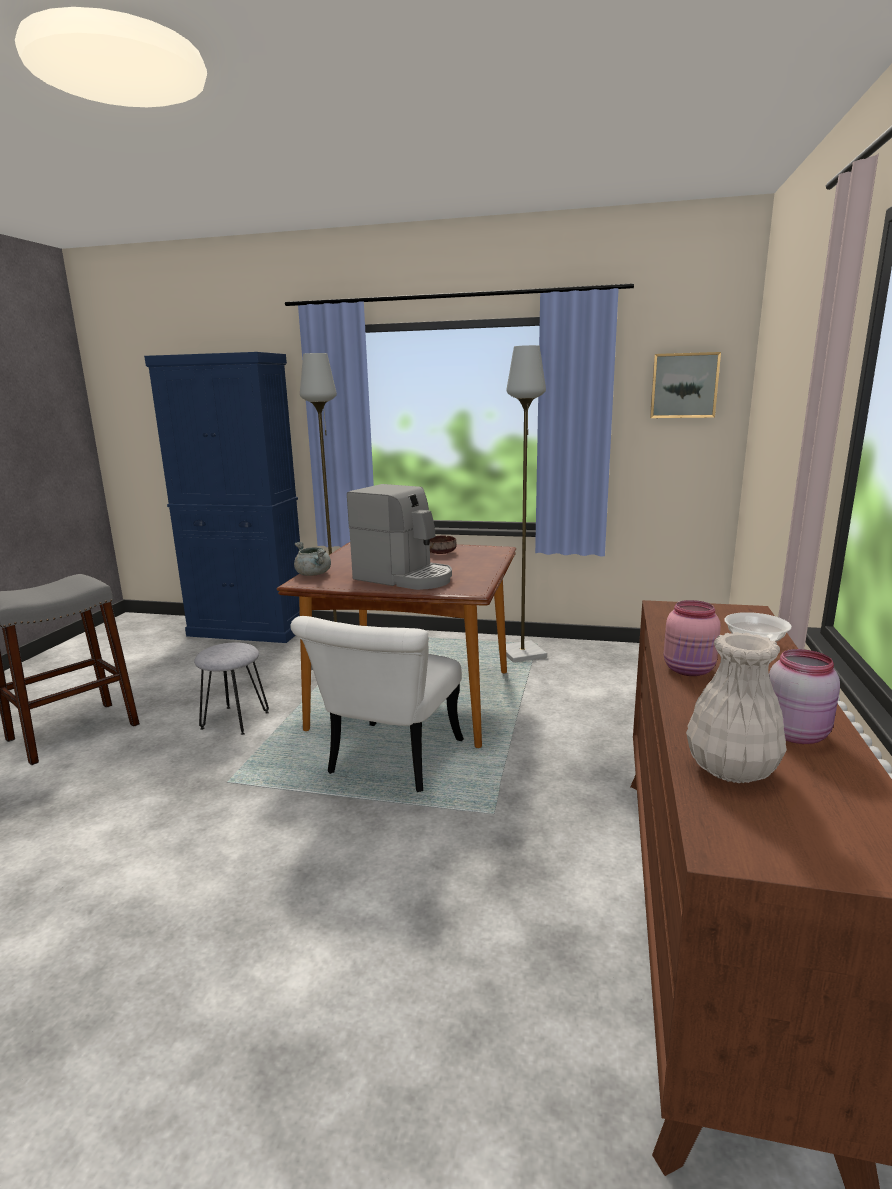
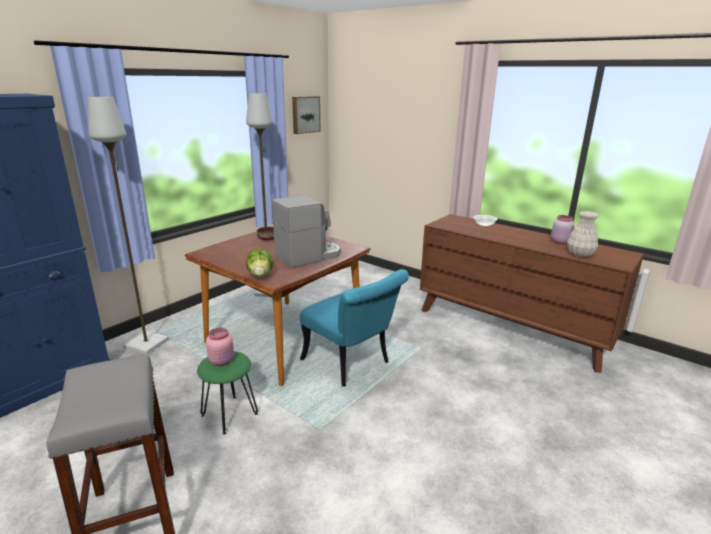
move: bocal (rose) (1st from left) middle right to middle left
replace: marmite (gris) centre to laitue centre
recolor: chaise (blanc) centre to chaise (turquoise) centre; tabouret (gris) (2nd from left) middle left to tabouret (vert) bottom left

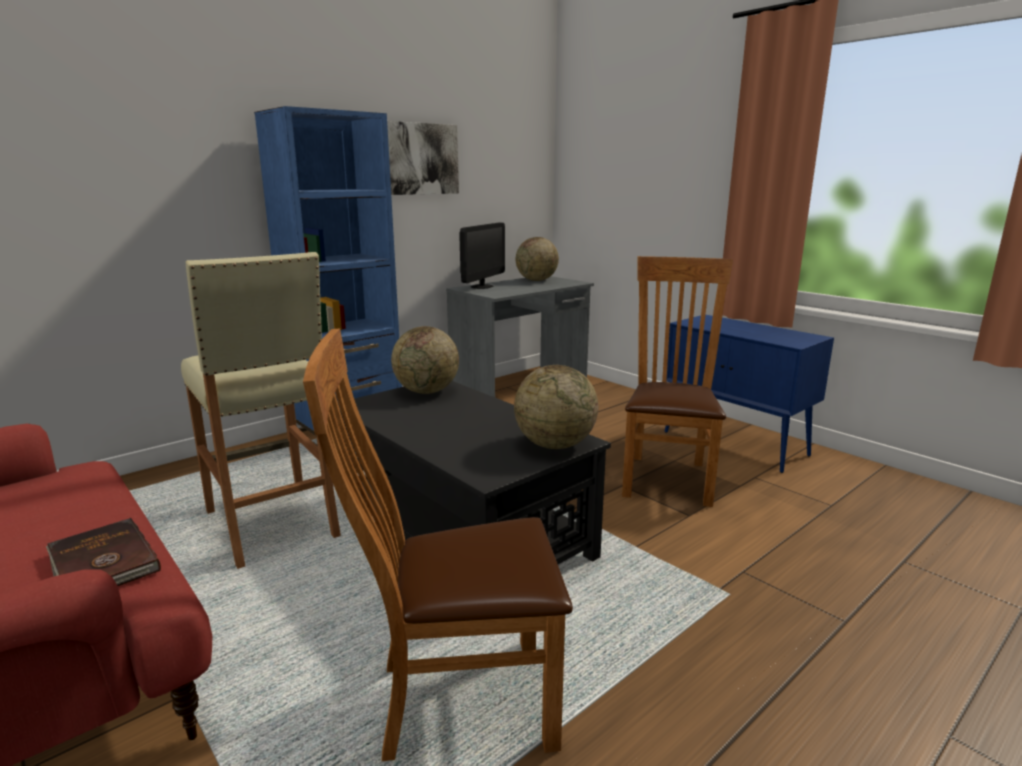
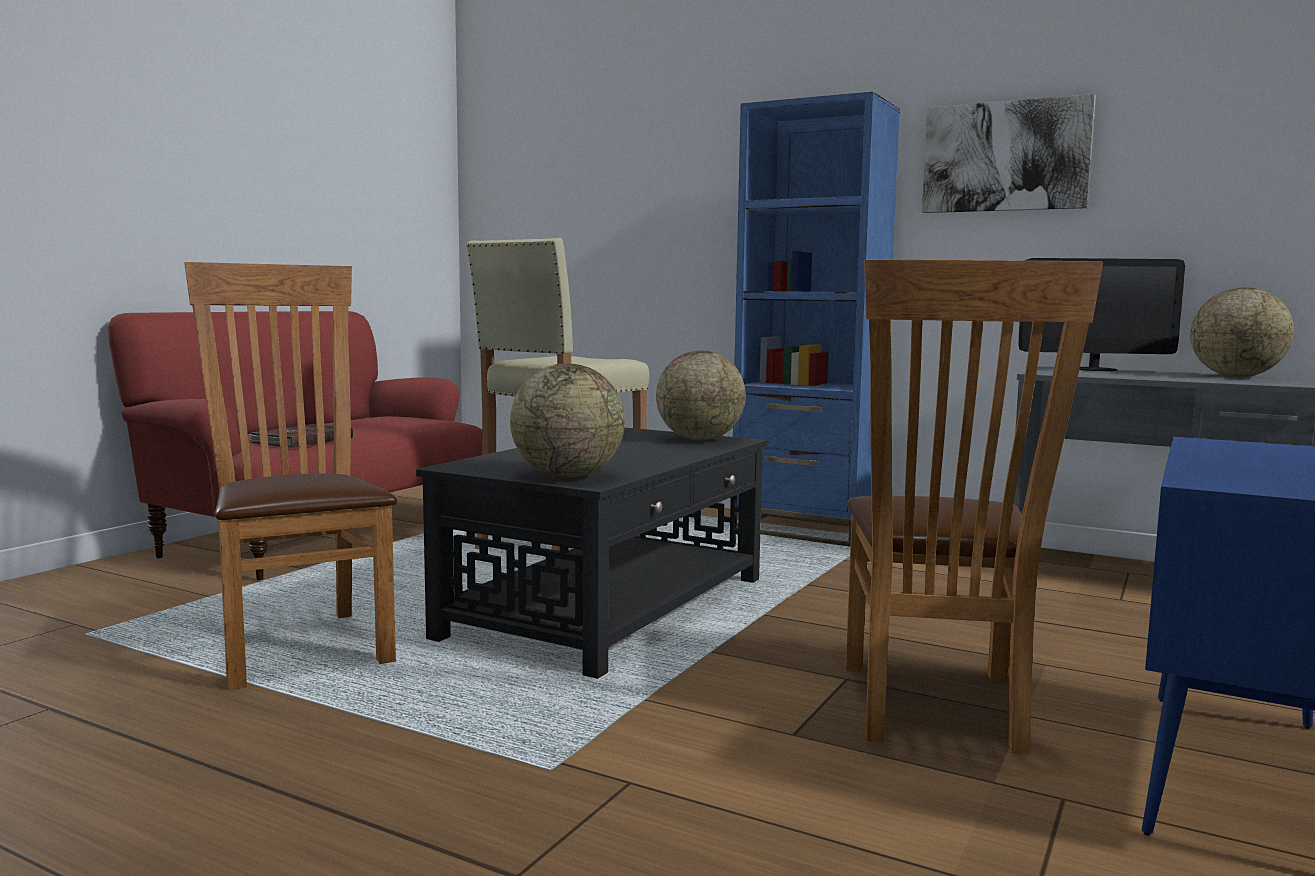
rotate: chaise (marron) (2nd from left) centre = middle right 105 degrees clockwise

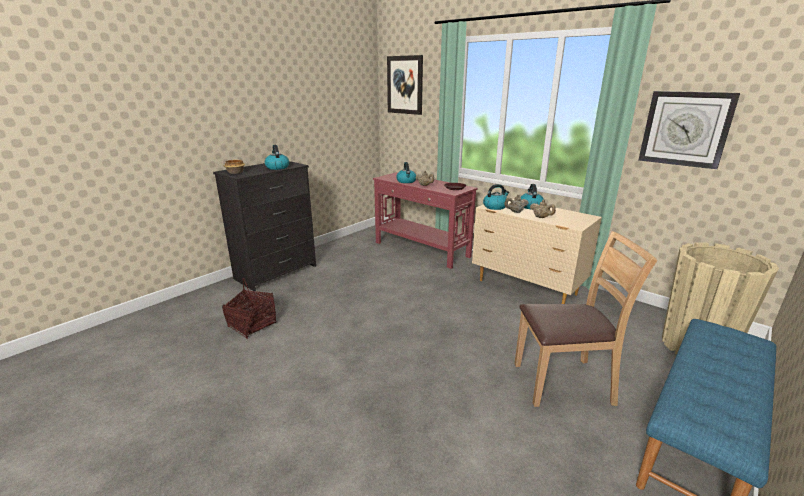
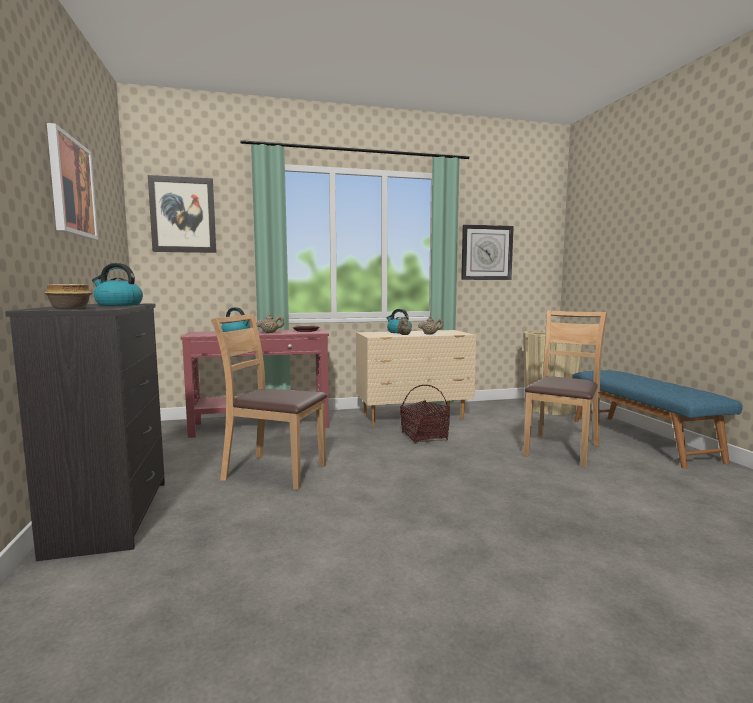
delete: bouilloire (3rd from left) centre
insert: tableau (1st from left) top left; chaise (marron) (1st from left) centre
move: panier middle left to centre

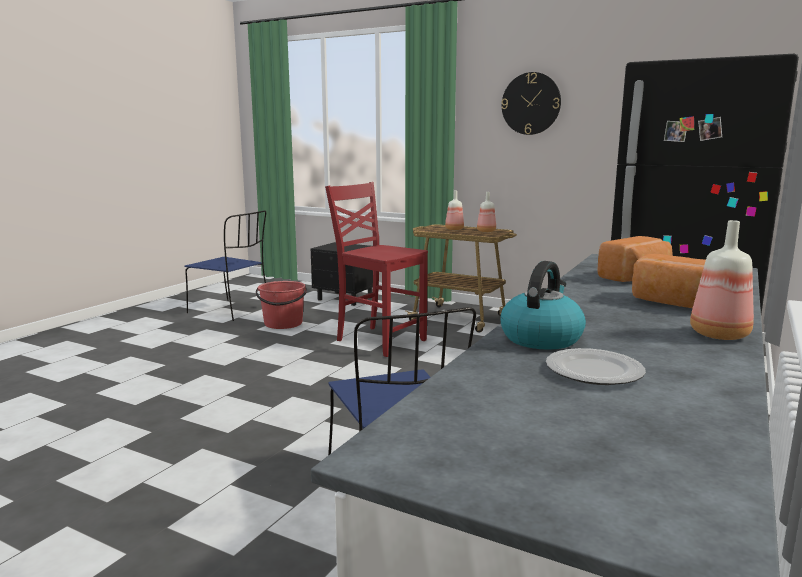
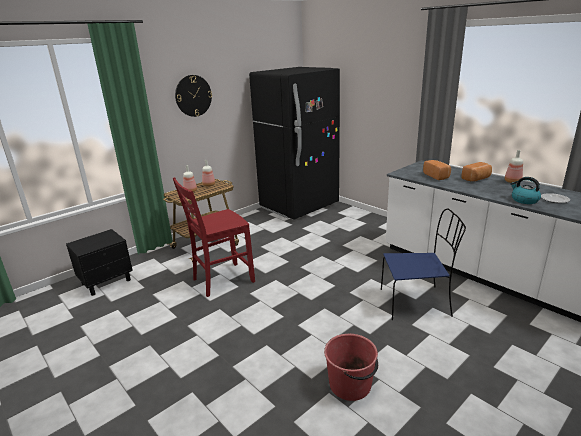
delete: chaise (bleu) (1st from left) middle left
move: seau (rouge) centre to bottom centre

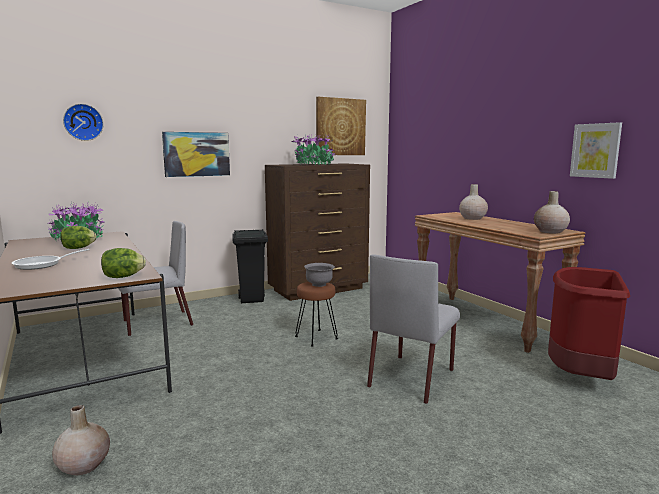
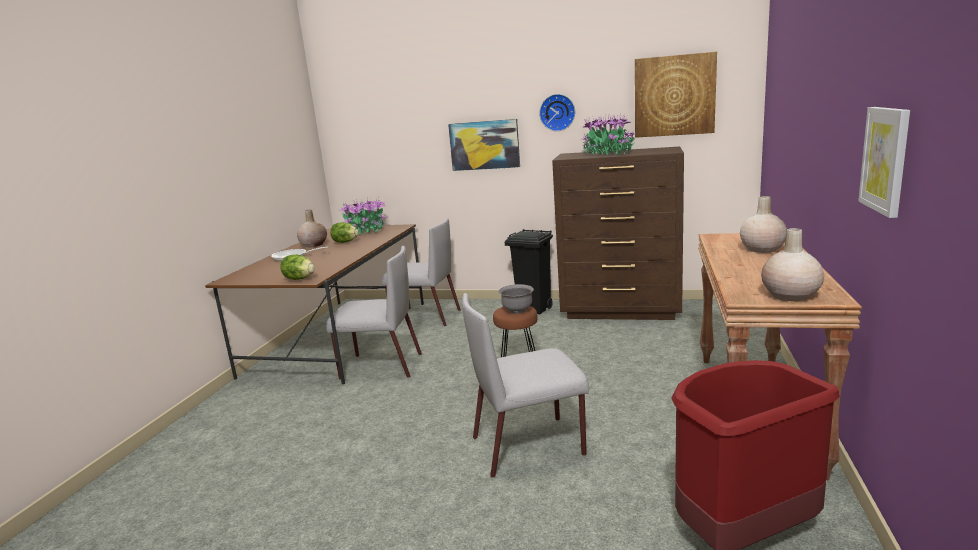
insert: chaise (gris) (1st from left) centre
move: horloge murale top left to top centre; vase (beige) (1st from left) bottom left to middle left

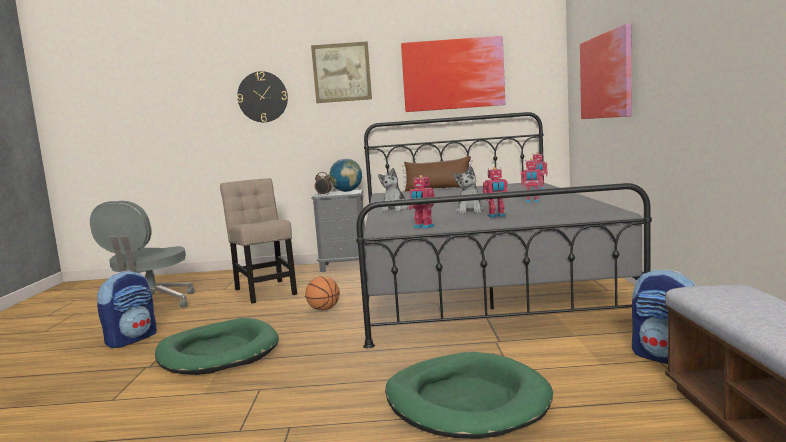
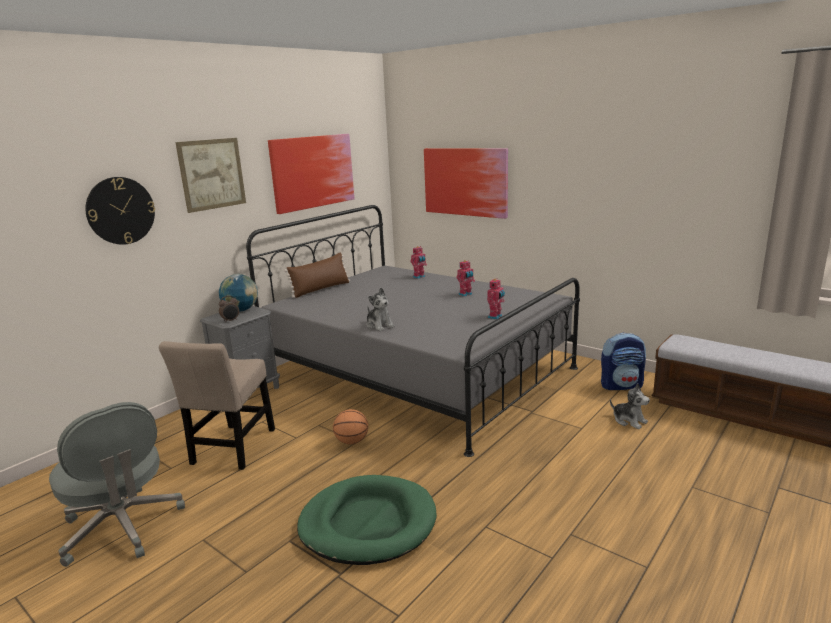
delete: robot jouet (1st from left) centre; sac à dos (1st from left) bottom left; panier pour chien (vert) (2nd from left) bottom centre
move: peluche (2nd from left) centre to middle right
rotate: chaise (beige) middle left = middle left 90 degrees counterclockwise

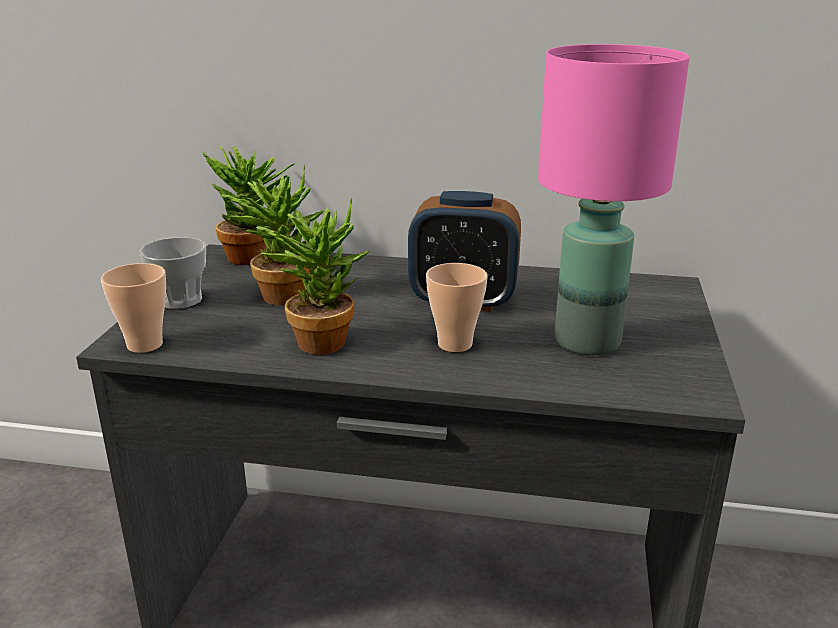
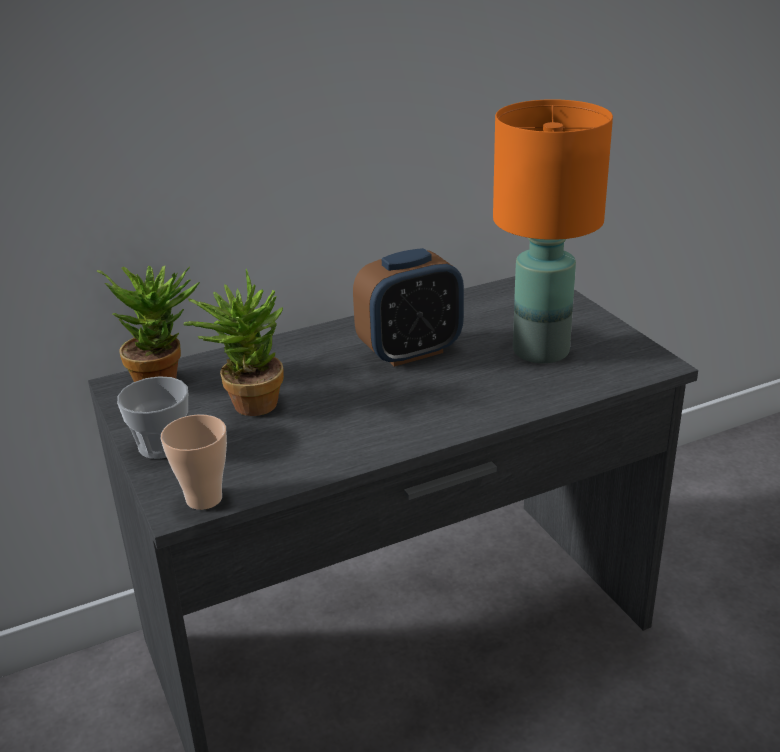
delete: plante en pot (3rd from left) centre; tasse (3rd from left) centre
recolor: lampe de table (rose) top right to lampe de table (orange) top right

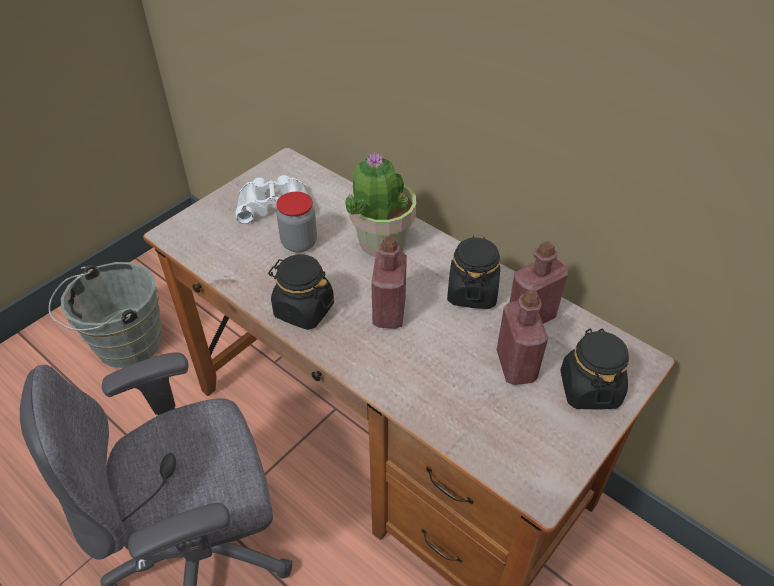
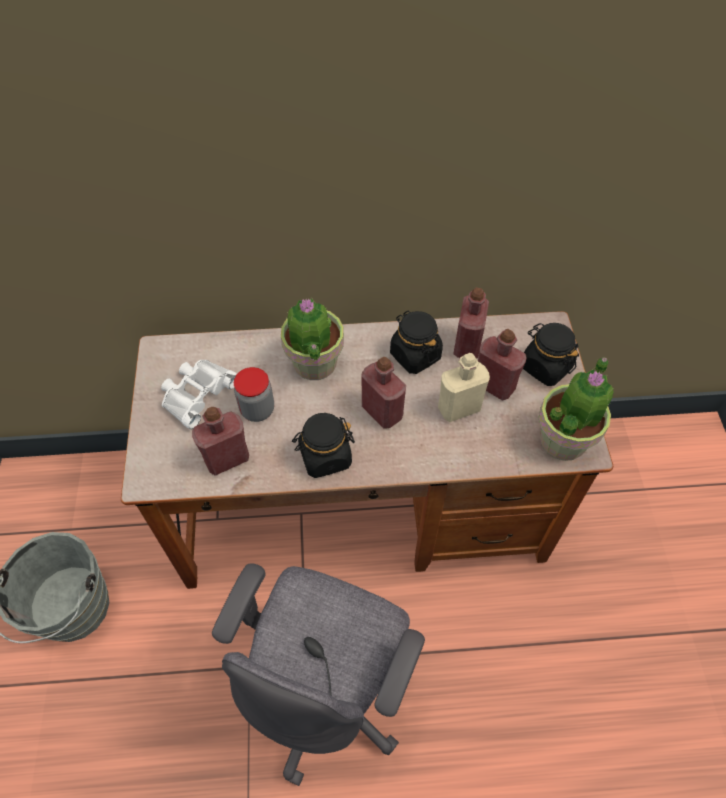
insert: bouteille (beige) centre; plante en pot (2nd from left) middle right; bouteille (rouge) (1st from left) middle left

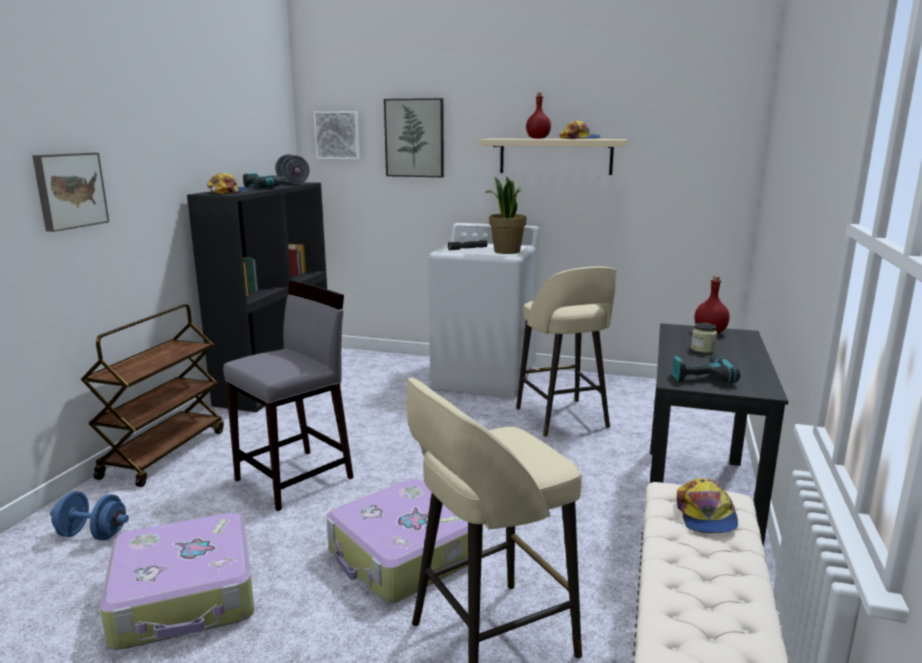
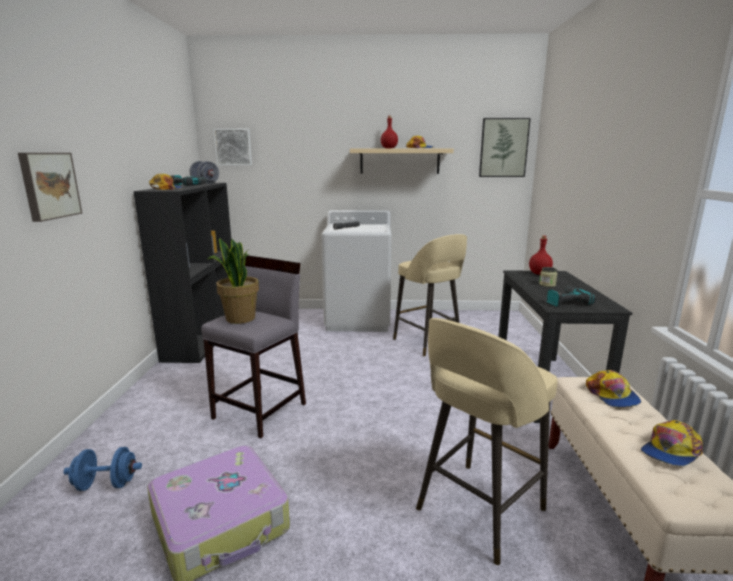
delete: chariot (marron) middle left; valise (2nd from left) bottom centre
insert: casquette (4th from left) bottom right
move: tableau (3rd from left) top centre to top right; plante en pot top centre to middle left

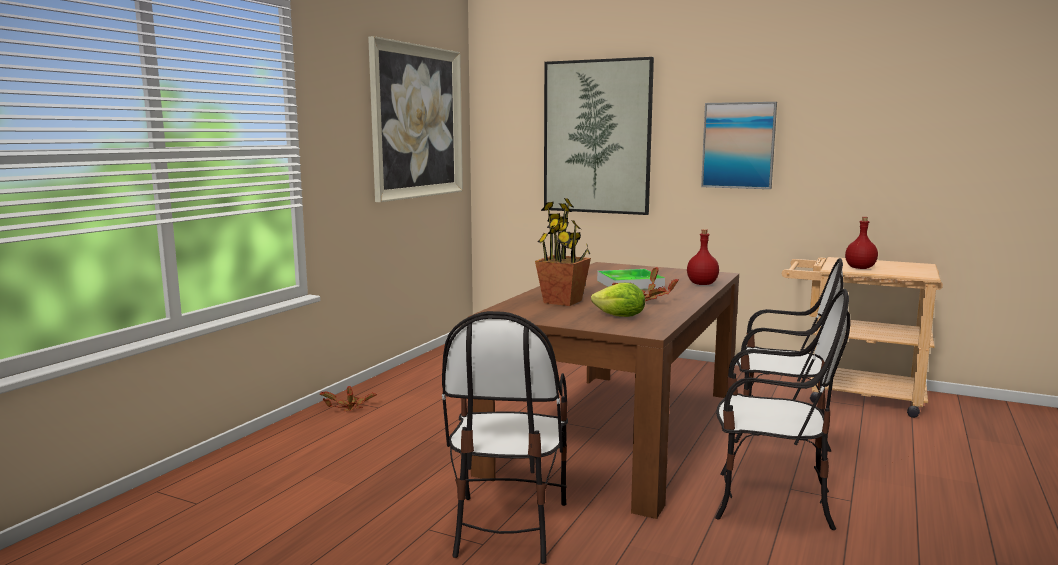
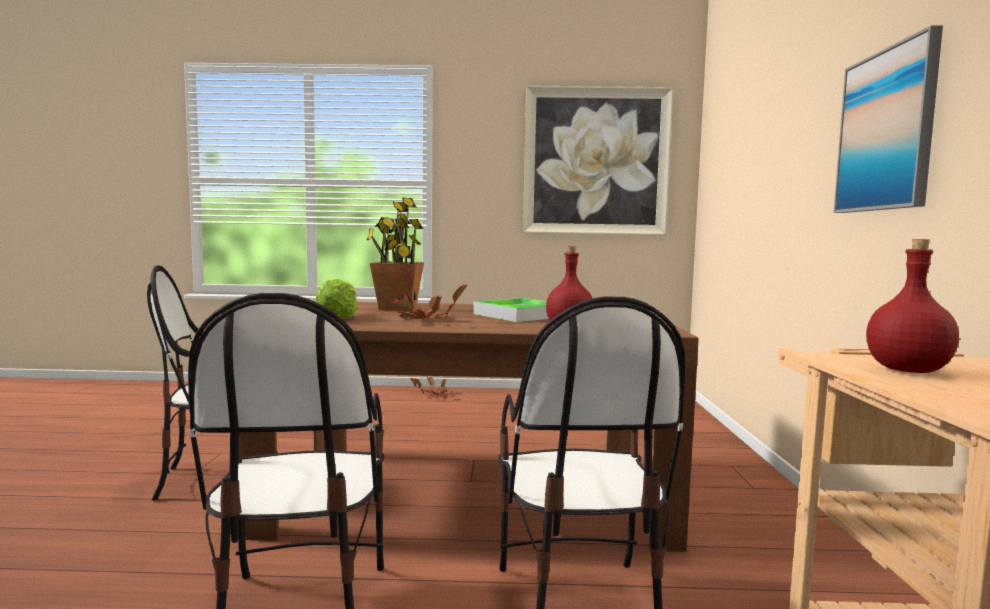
delete: tableau (2nd from left) top centre

